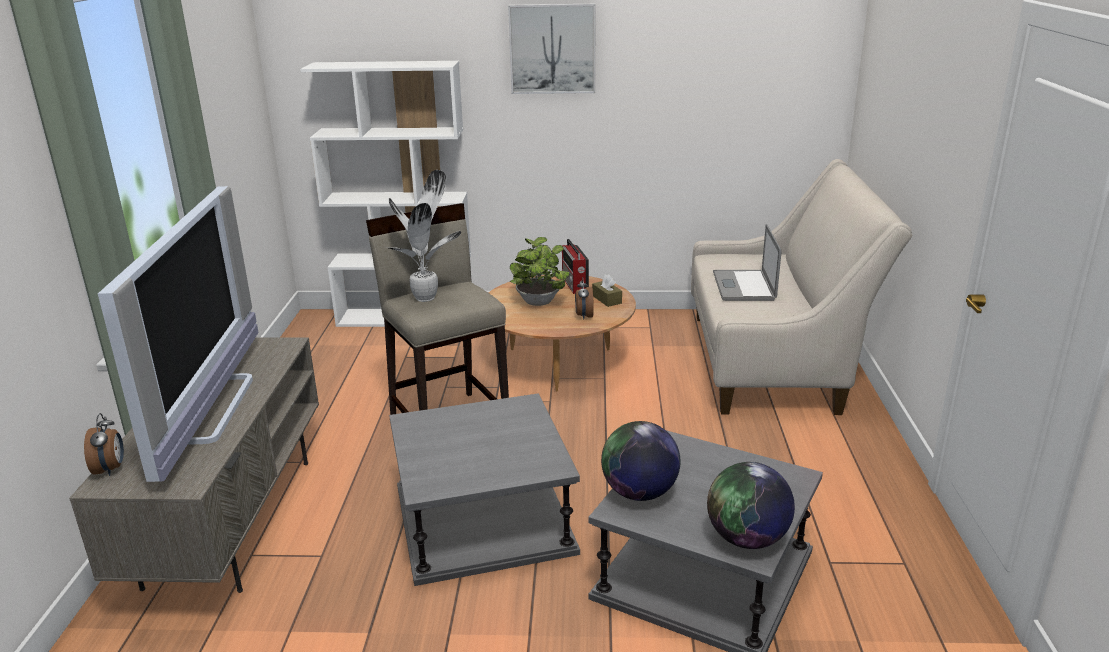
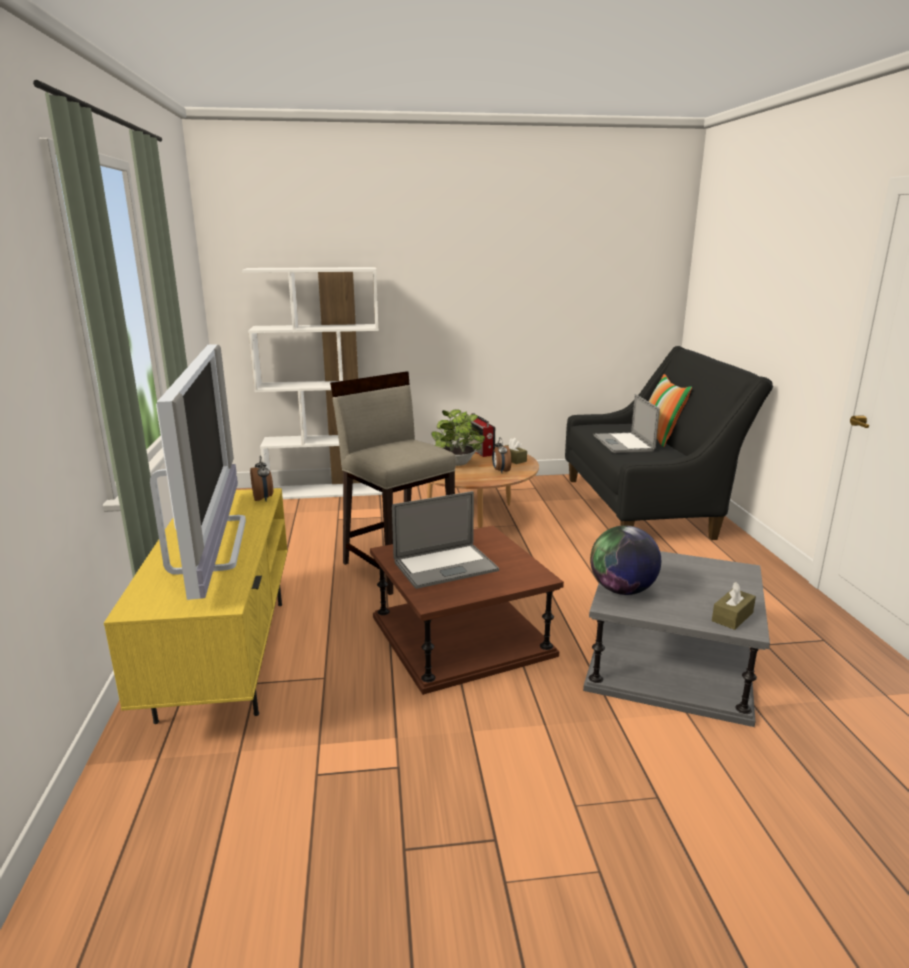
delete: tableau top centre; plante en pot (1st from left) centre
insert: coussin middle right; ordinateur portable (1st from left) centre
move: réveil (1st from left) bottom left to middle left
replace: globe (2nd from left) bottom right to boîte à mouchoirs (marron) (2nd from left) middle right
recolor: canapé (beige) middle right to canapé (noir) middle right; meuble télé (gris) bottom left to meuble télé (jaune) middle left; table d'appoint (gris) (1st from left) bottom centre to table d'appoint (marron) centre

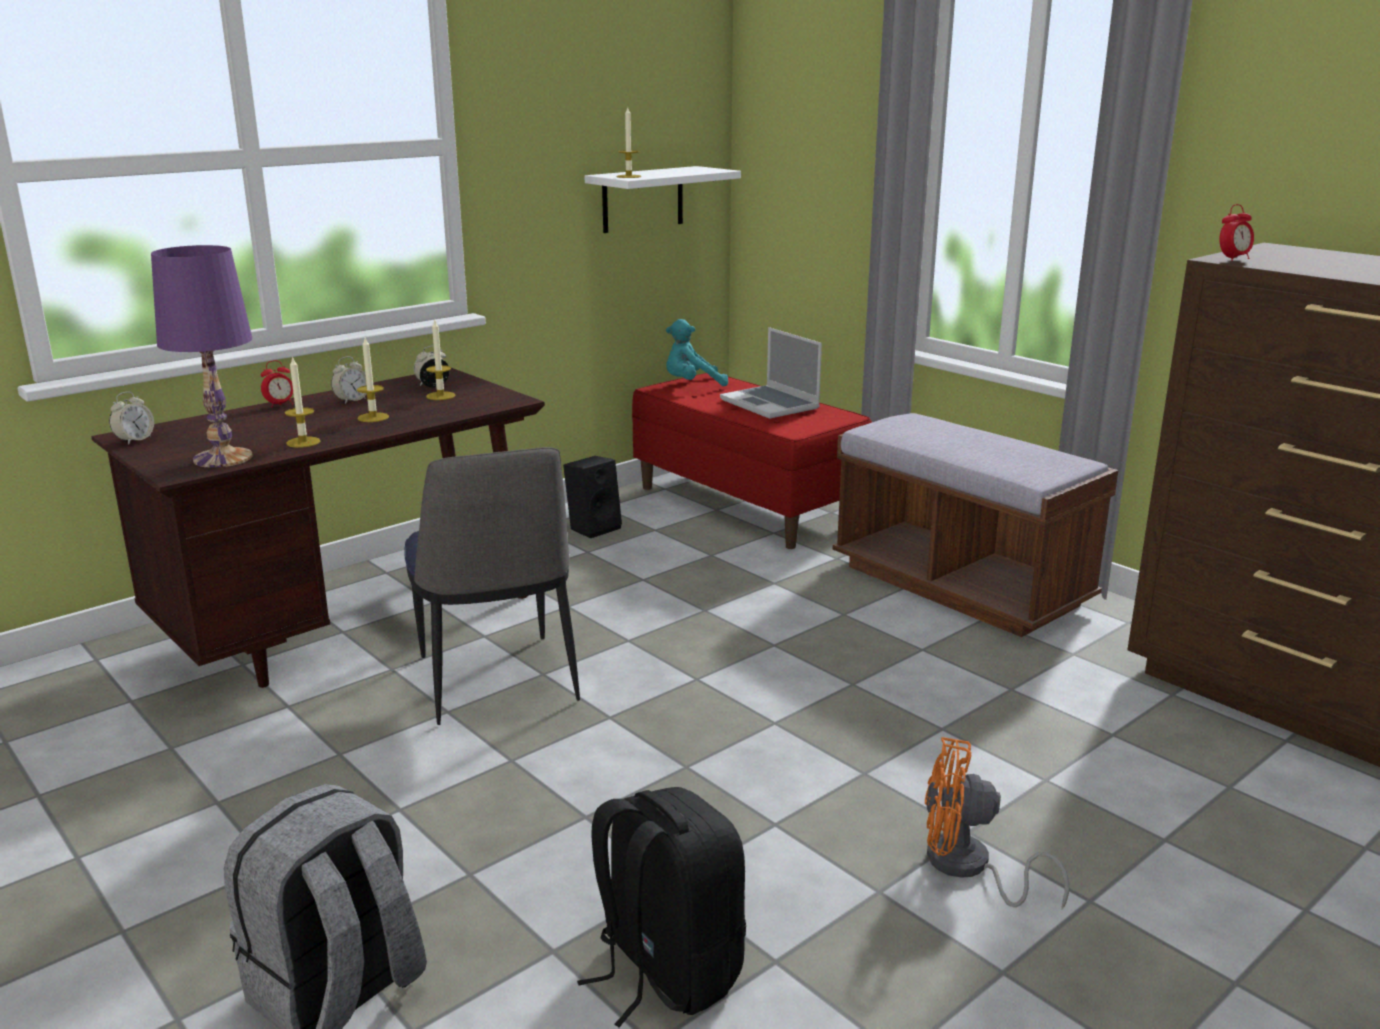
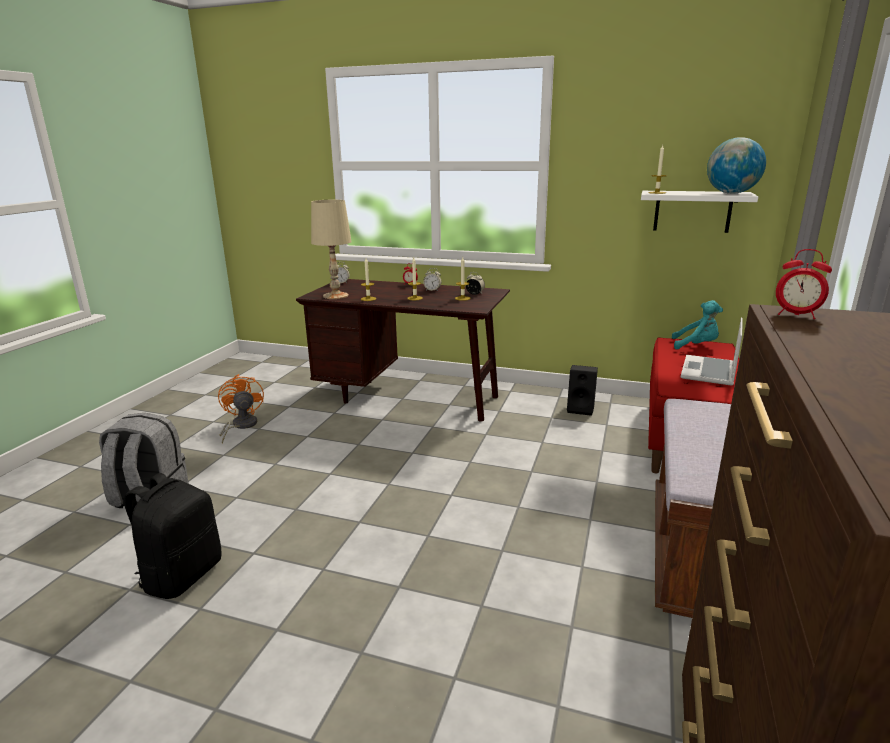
delete: chaise centre
insert: globe top right
move: ventilateur (orange) bottom right to middle left
recolor: lampe de table (violet) middle left to lampe de table (beige) centre
rotate: peluche (turquoise) centre = middle right 150 degrees clockwise

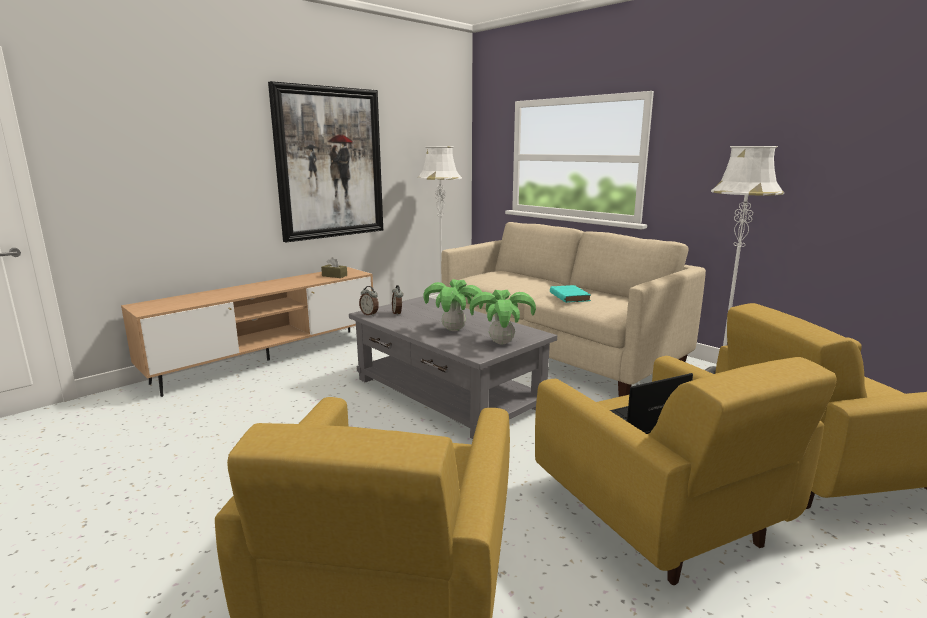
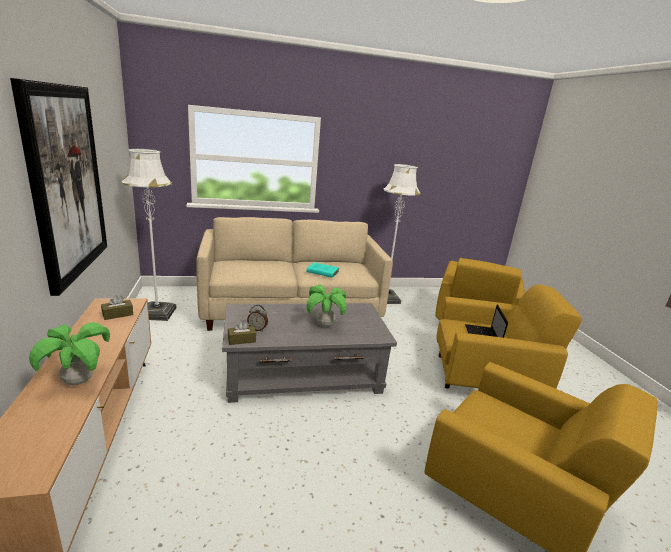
move: plante en pot (2nd from left in the first image) centre to plante en pot (1st from left) middle left
replace: réveil (1st from left) centre to boîte à mouchoirs (marron) (2nd from left) centre

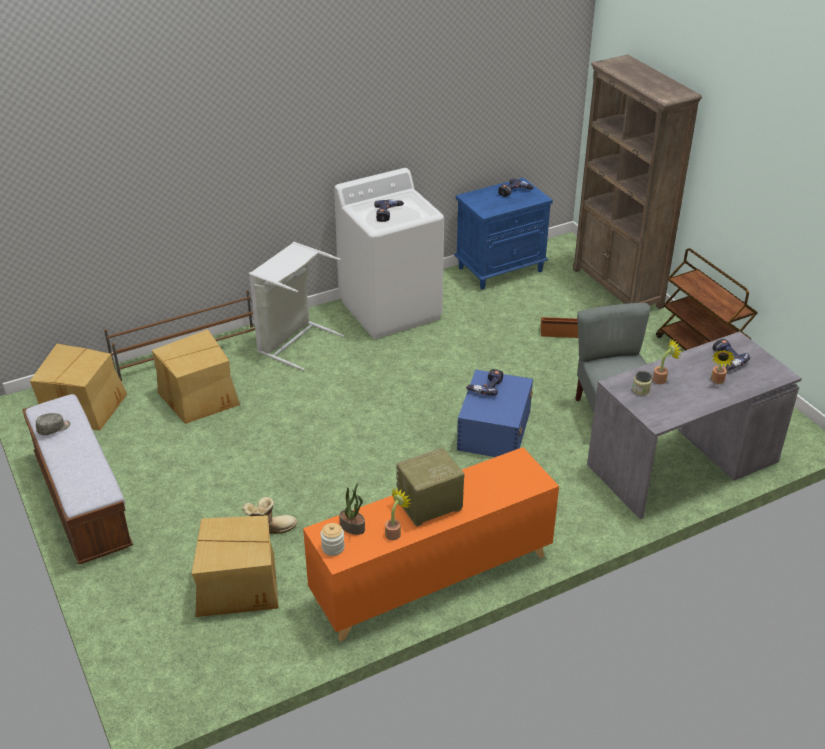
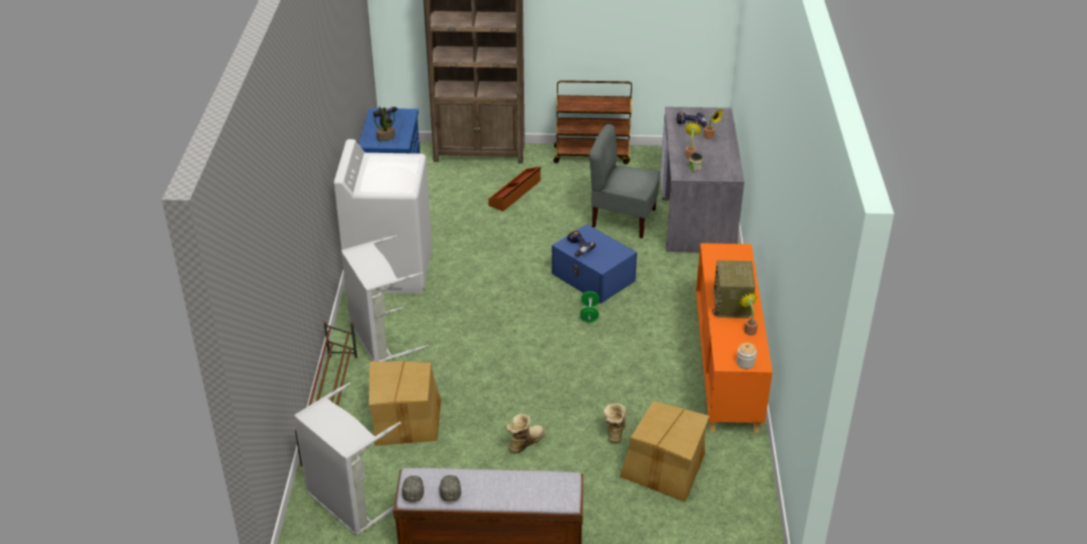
delete: perceuse (1st from left) top centre
insert: haltère (vert) centre; botte (1st from left) bottom centre; casquette (gris) (1st from left) bottom centre
move: plante en pot (1st from left) bottom centre to top centre
replace: carton (1st from left) middle left to panier à linge (gris) (1st from left) bottom left

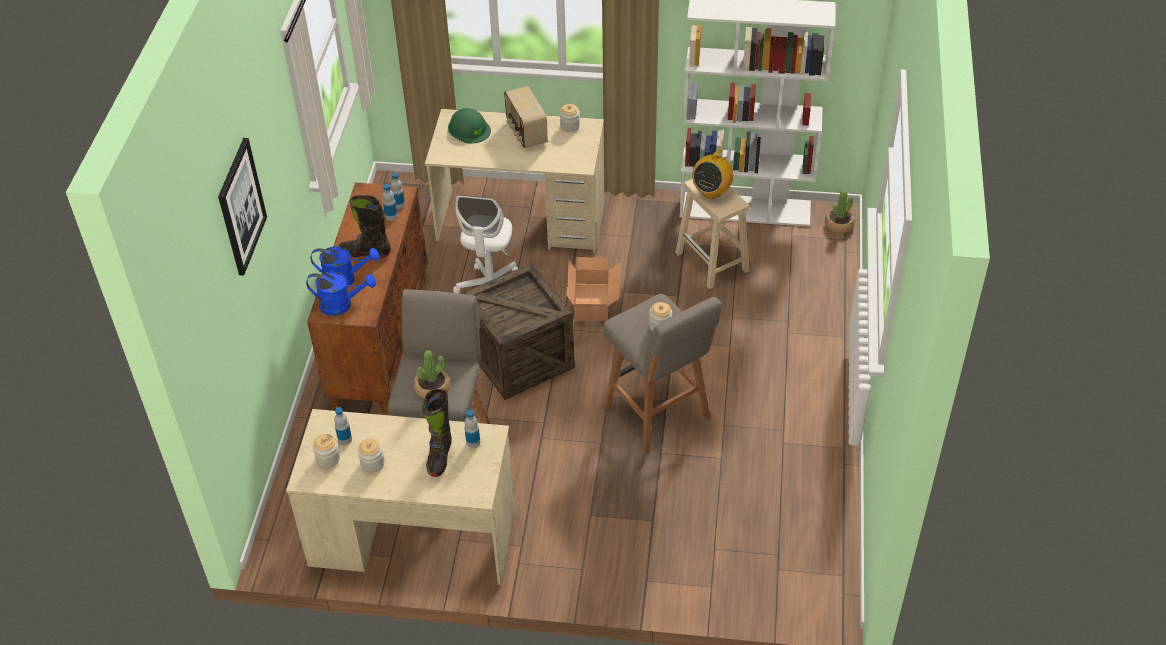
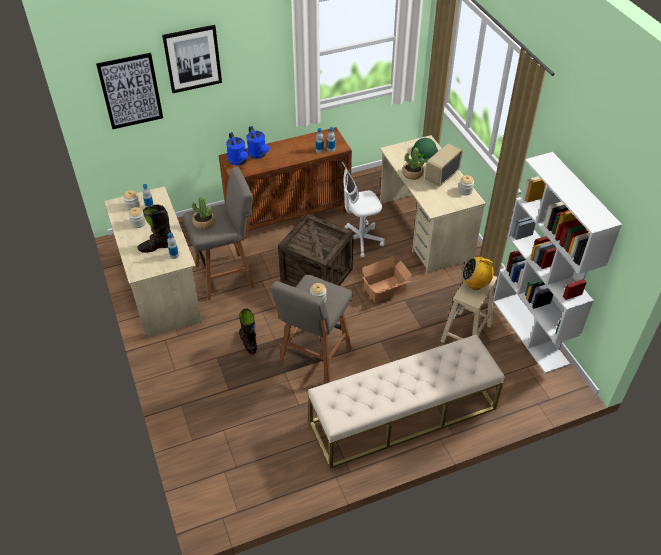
insert: tableau (1st from left) top left; banc (beige) bottom centre
move: plante en pot (2nd from left) top right to top centre; botte (noir) (1st from left in the first image) middle left to botte (noir) (2nd from left) centre

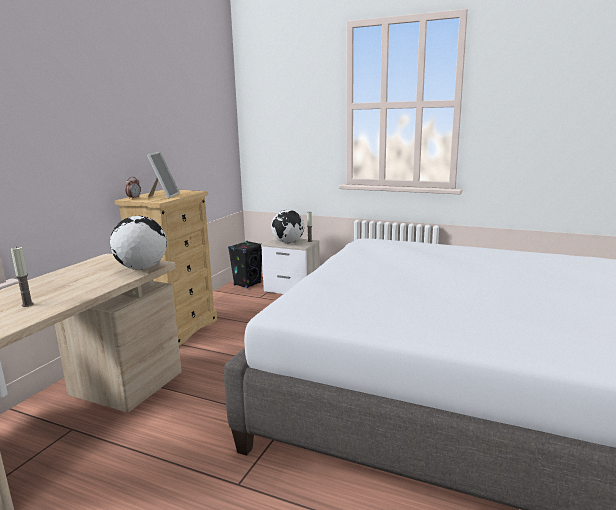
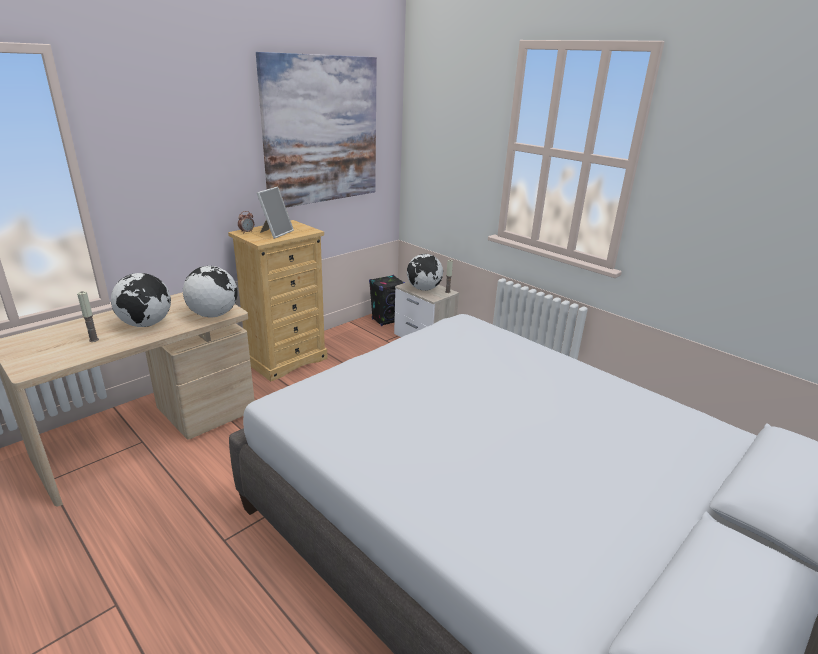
insert: tableau top centre; globe (1st from left) middle left

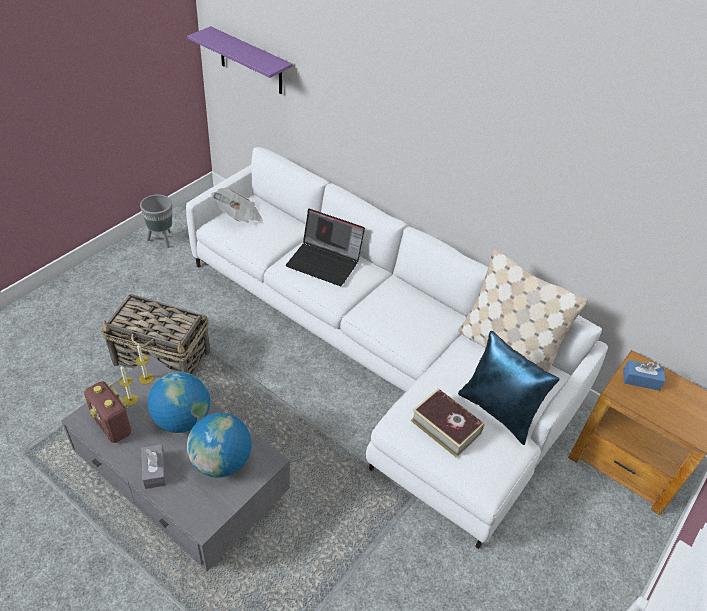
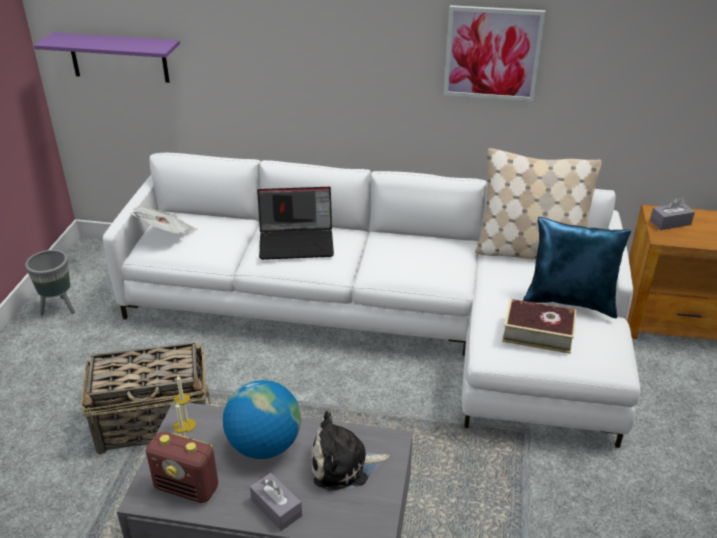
insert: tableau top right
replace: globe (2nd from left) bottom left to peluche bottom centre
recolor: boîte à mouchoirs (bleu) middle right to boîte à mouchoirs (gris) (2nd from left) middle right

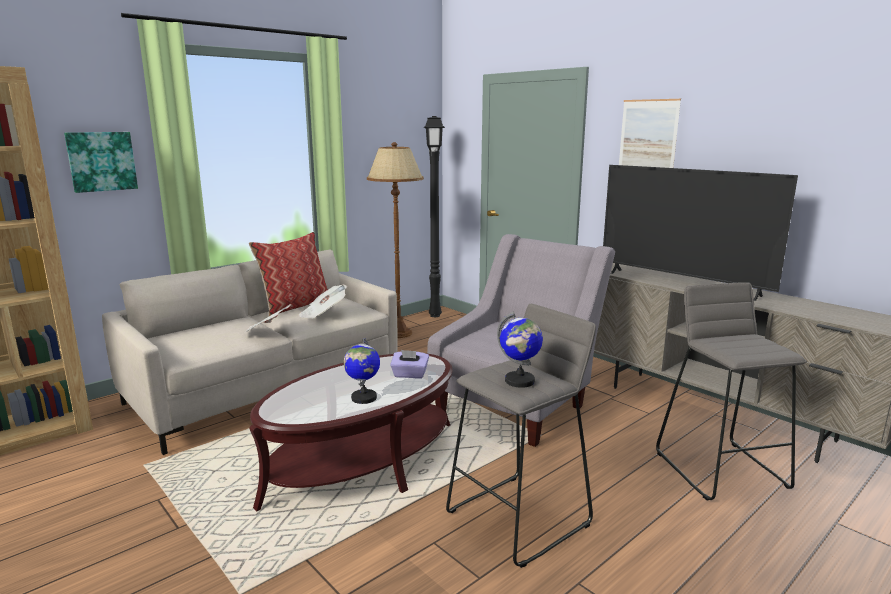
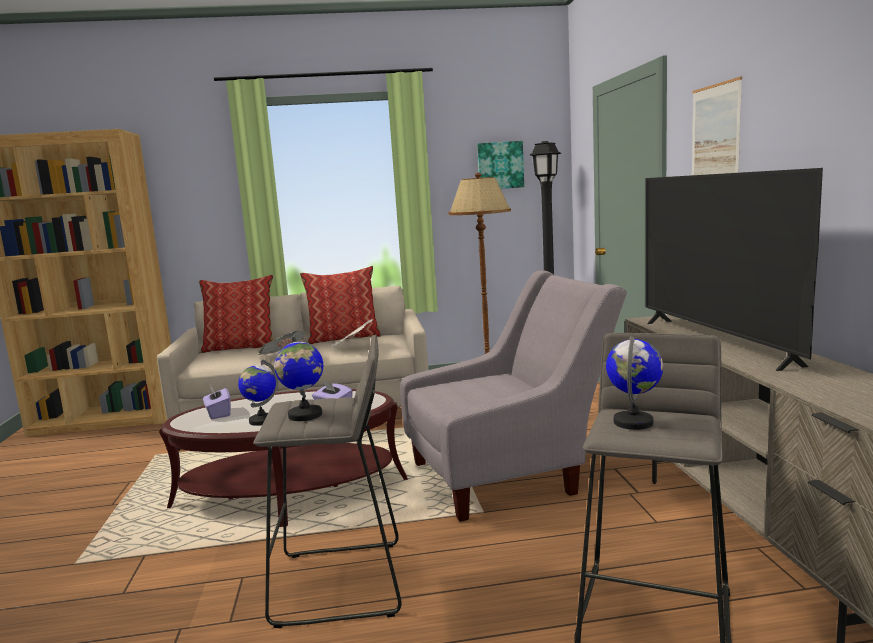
insert: coussin (1st from left) middle left; globe (3rd from left) middle right; boîte à mouchoirs (violet) (1st from left) middle left
move: tableau (1st from left) top left to top centre

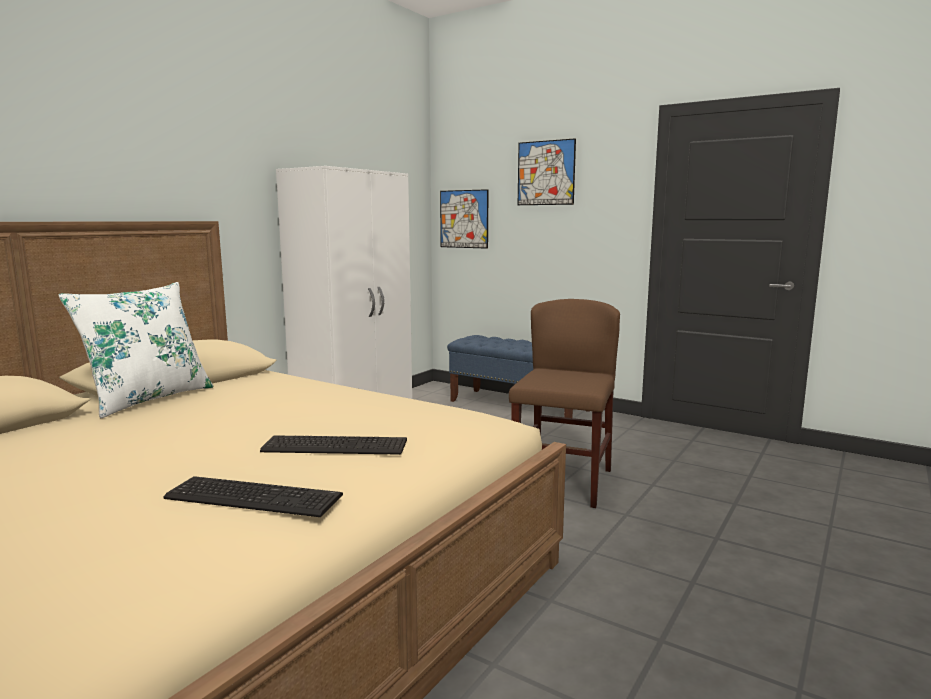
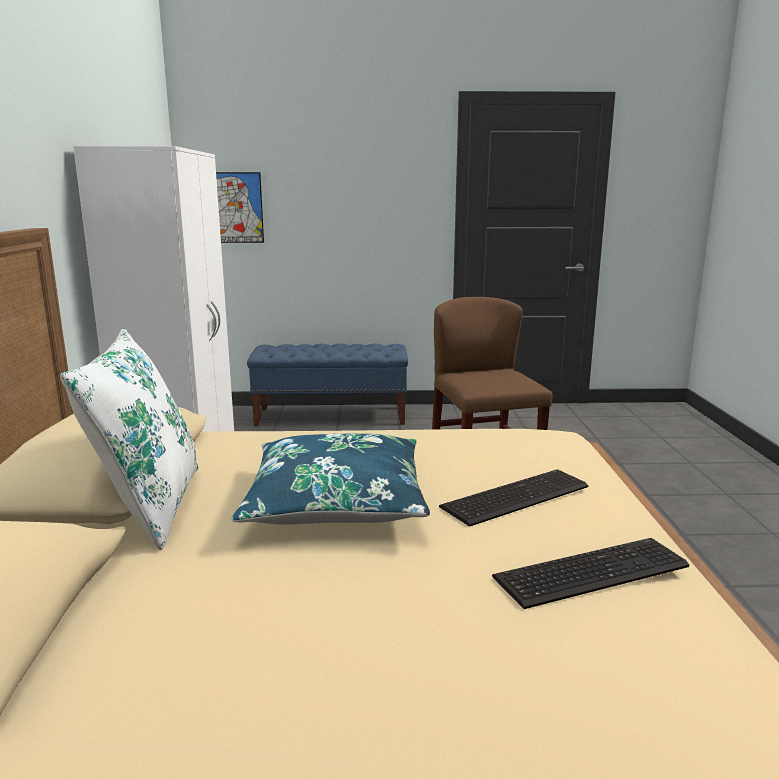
delete: tableau (2nd from left) top centre
insert: coussin (bleu) centre

